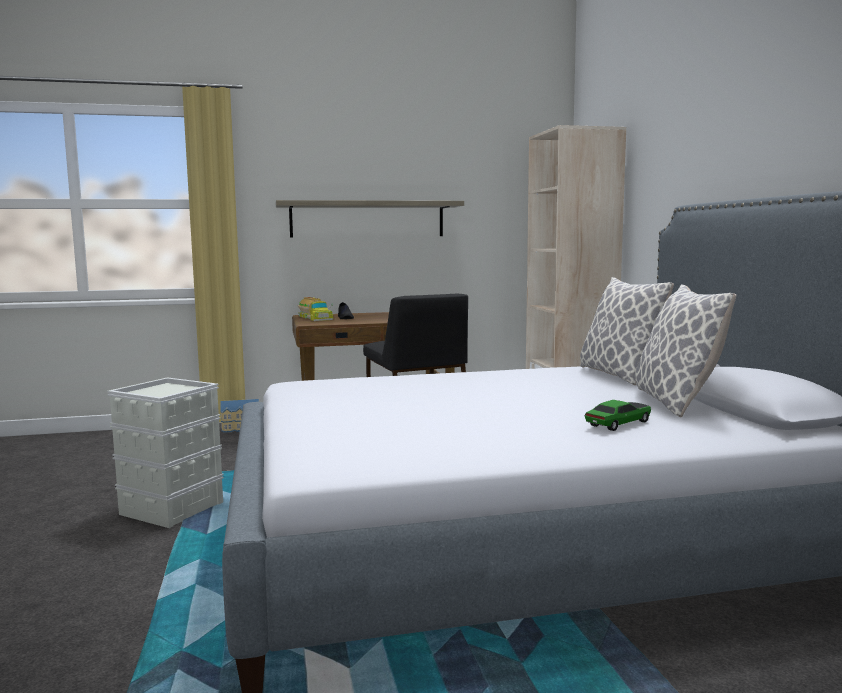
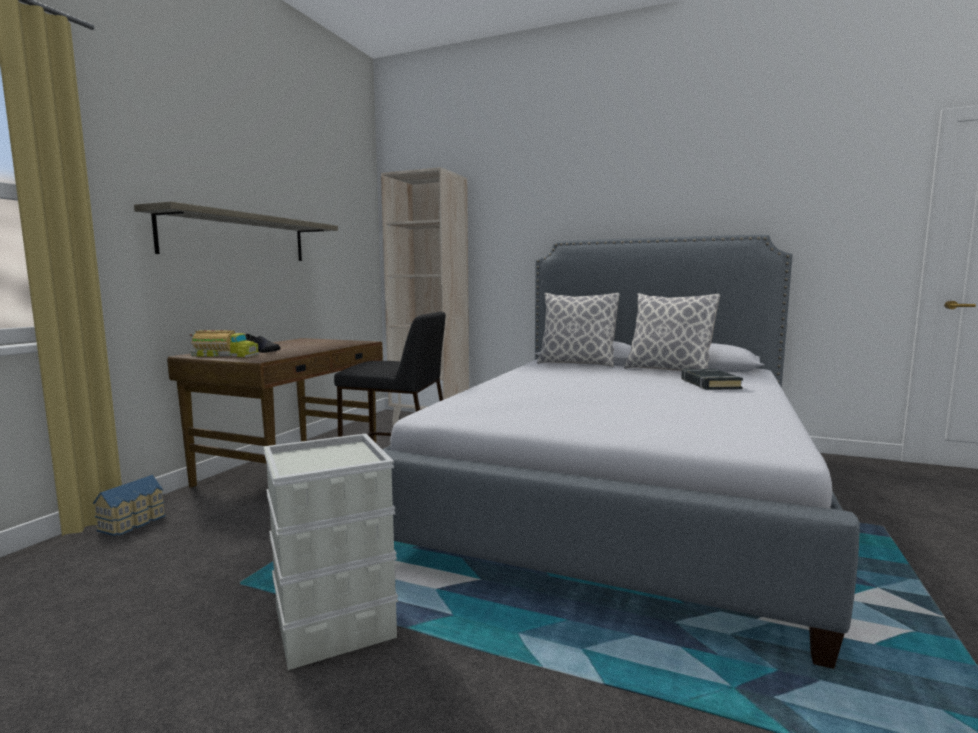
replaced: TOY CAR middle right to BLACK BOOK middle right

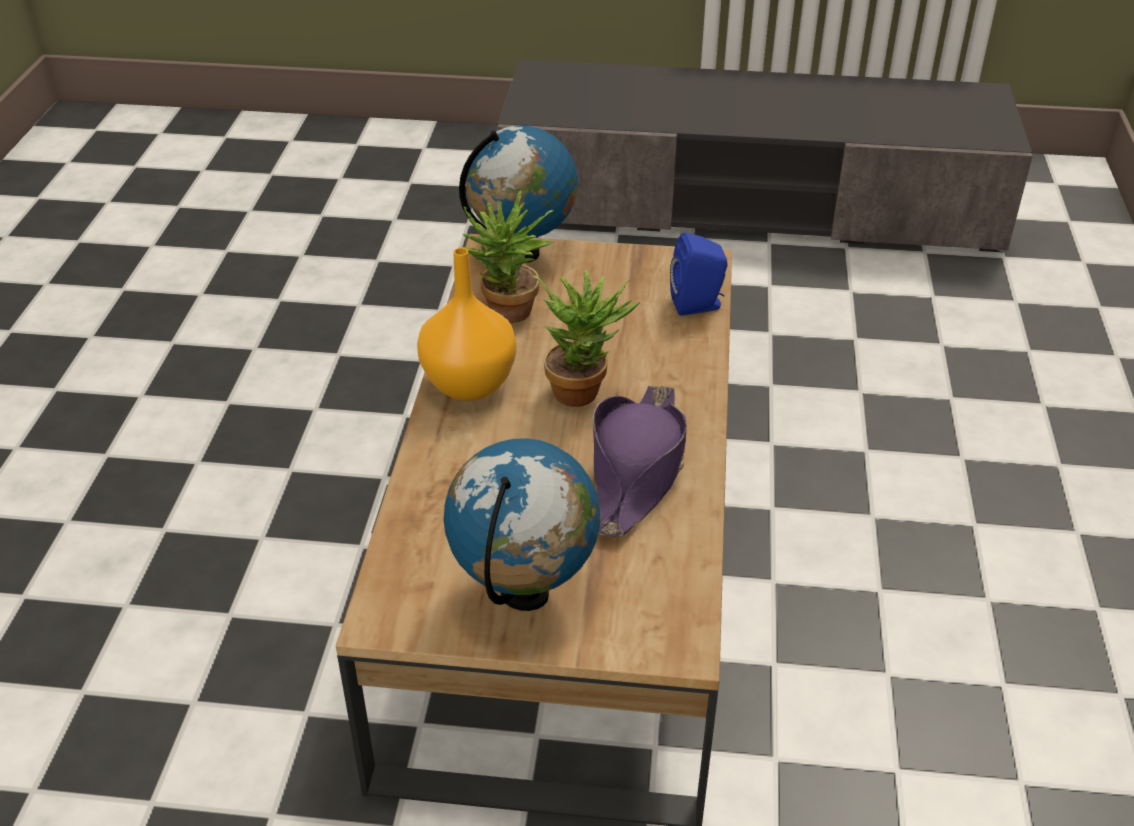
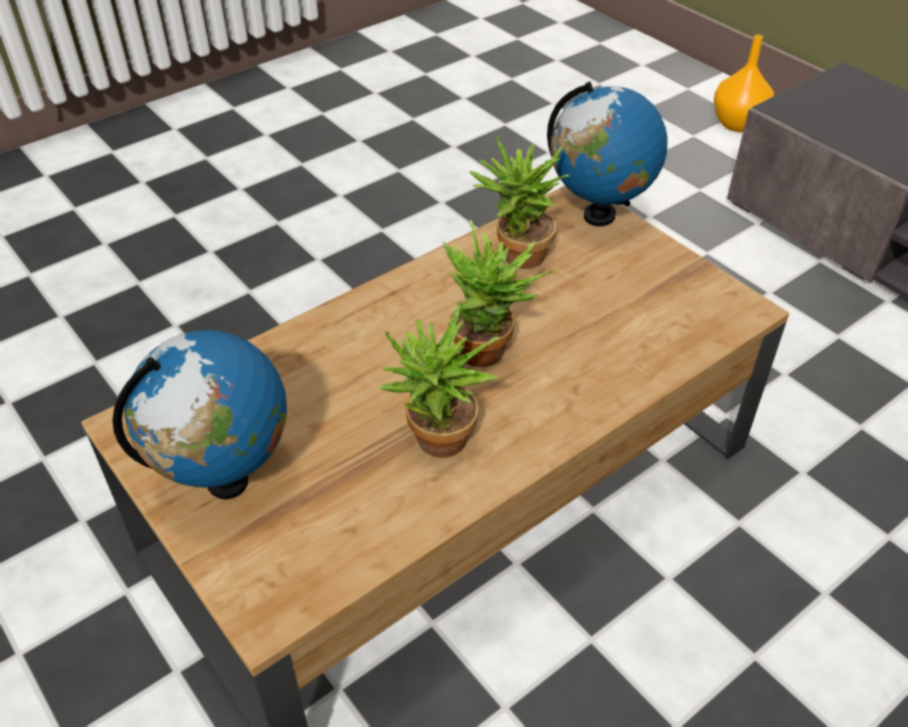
removed: BLUE SPEAKER top centre
moved: ORANGE VASE centre to top right
replaced: PURPLE HAT centre to POTTED PLANT (1st from left) centre

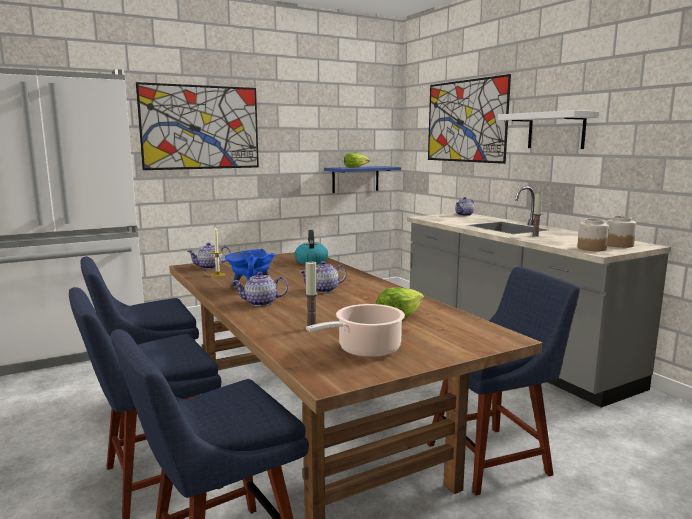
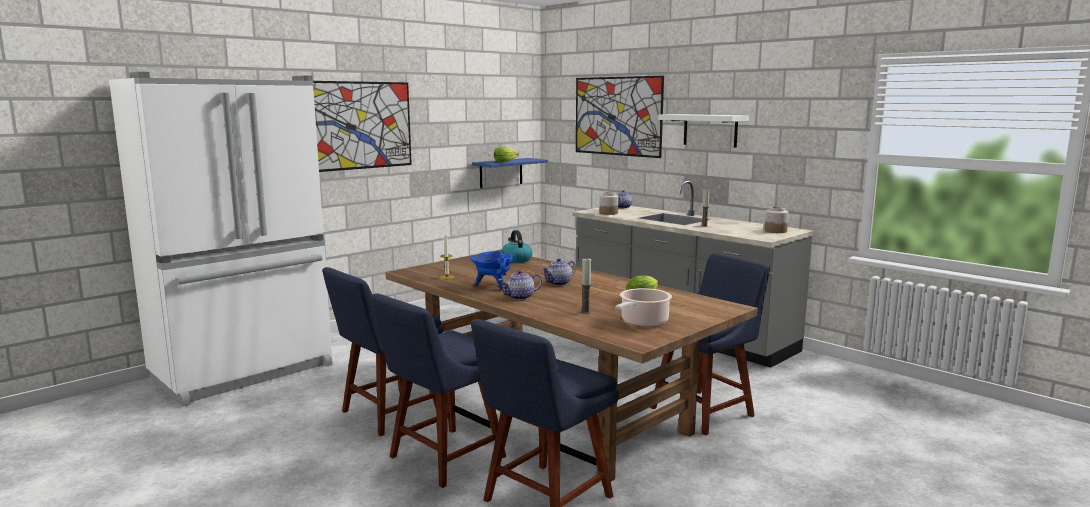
removed: TEAPOT (1st from left) middle left
moved: JAR (1st from left) middle right to centre

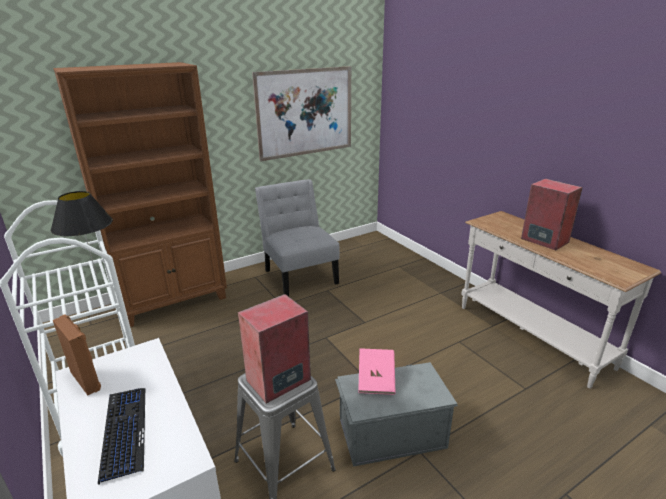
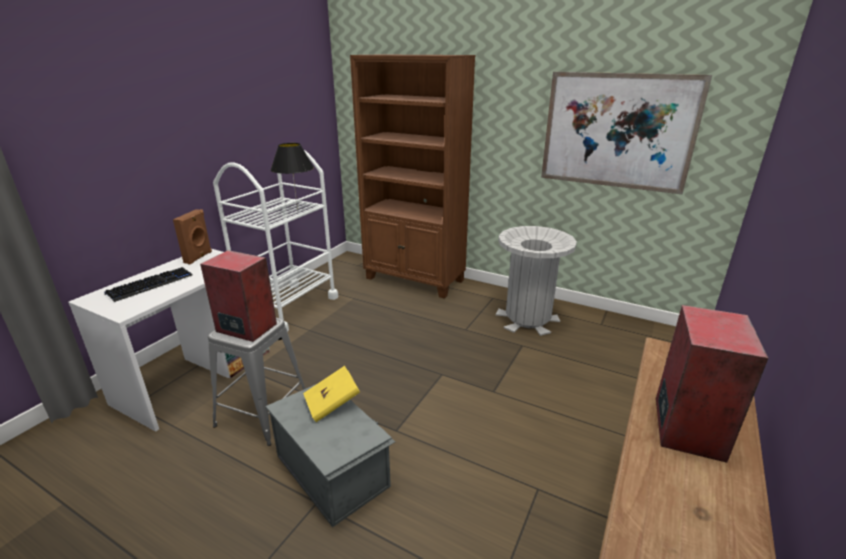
replaced: GREY CHAIR centre to GREY TRASH CAN centre
recoloured: PINK BOOK bottom centre to YELLOW BOOK bottom centre

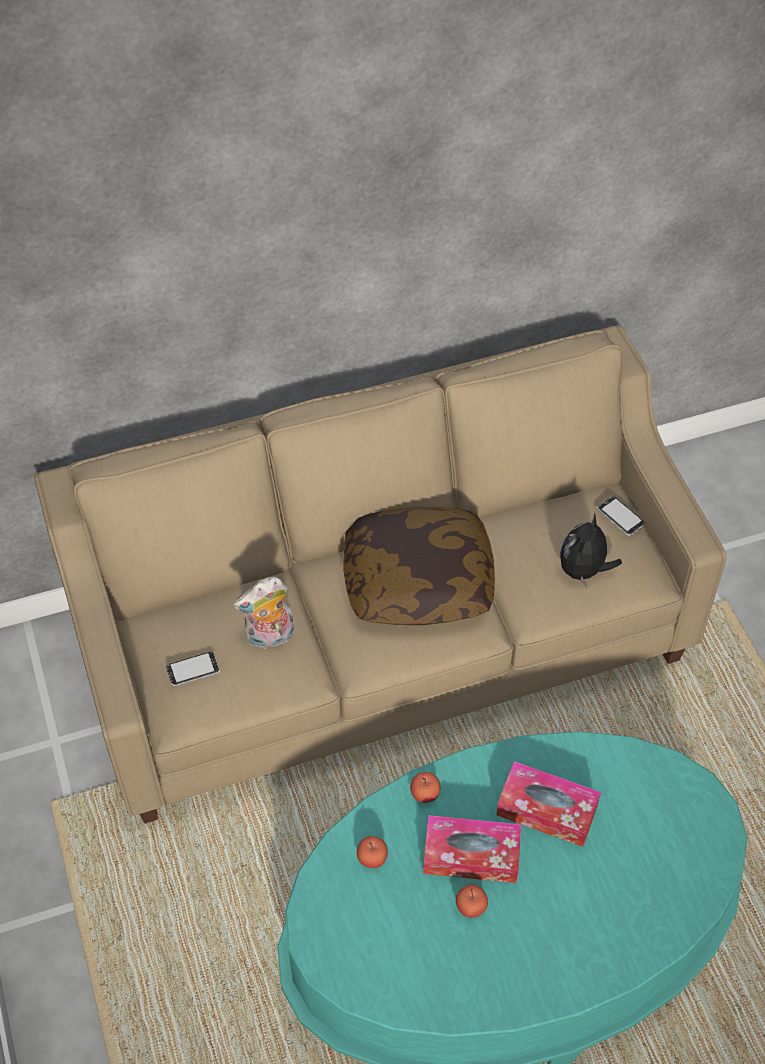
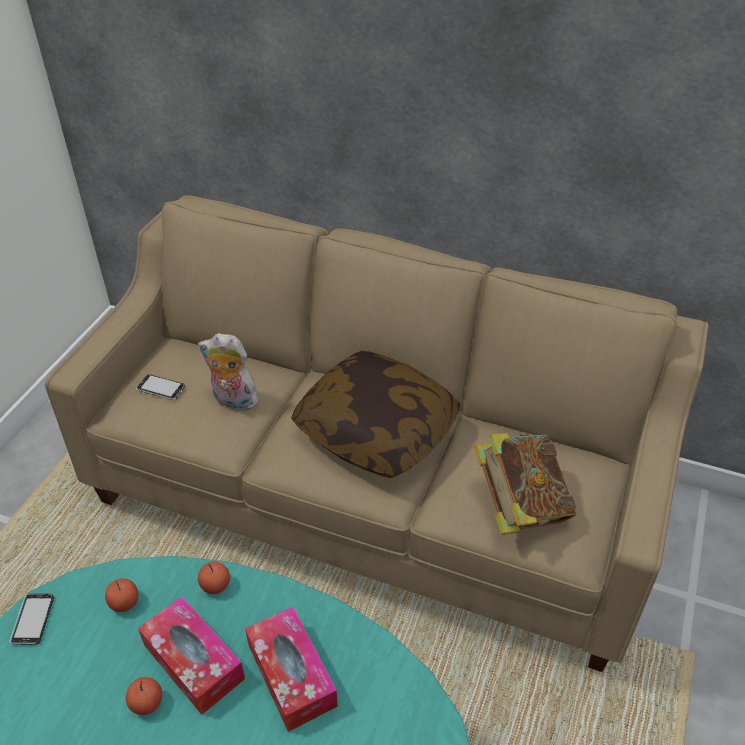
moved: PHONE (2nd from left in the first image) middle right to PHONE (1st from left) bottom left
replaced: PLUSH TOY (2nd from left) middle right to BOOK middle right

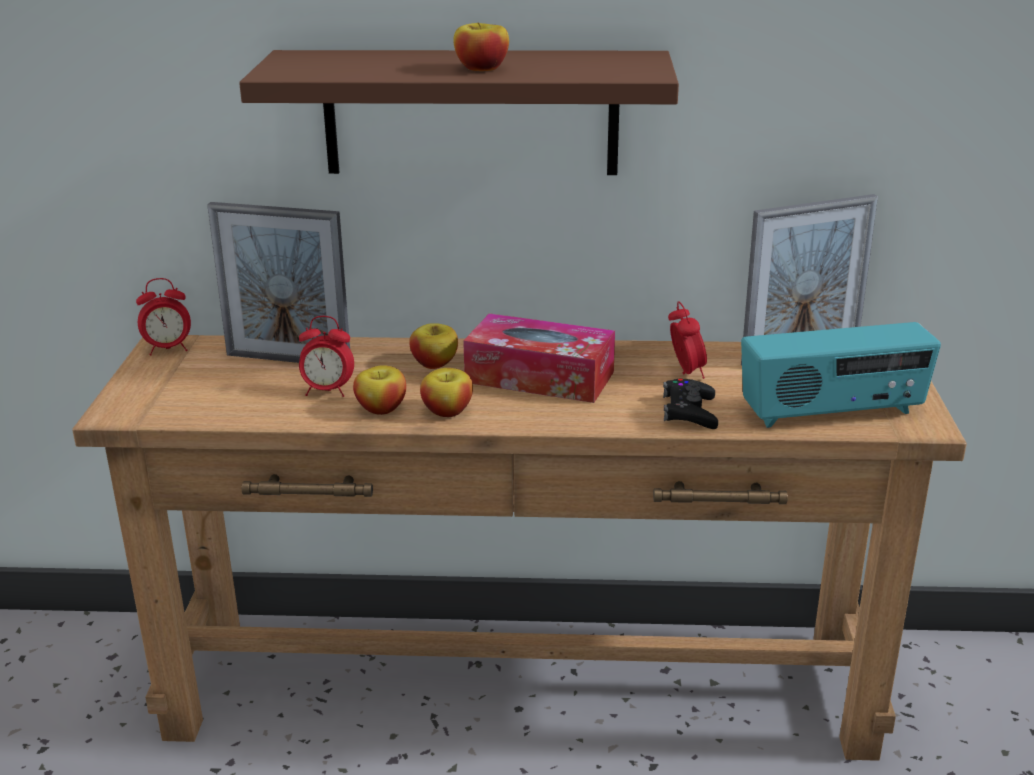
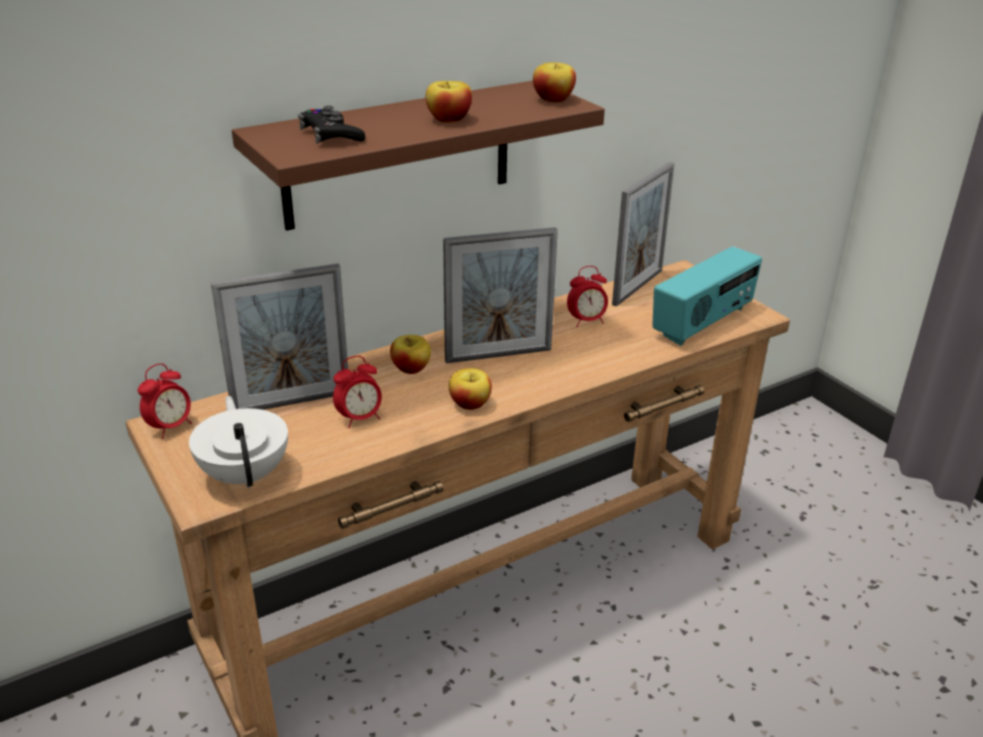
added: WHITE TEAPOT middle left
moved: APPLE (1st from left in the first image) centre to APPLE (4th from left) top centre; BLACK GAME CONTROLLER middle right to top centre
replaced: TISSUE BOX centre to PICTURE FRAME (2nd from left) centre
turned: ALARM CLOCK (3rd from left) centre = centre 120 degrees clockwise

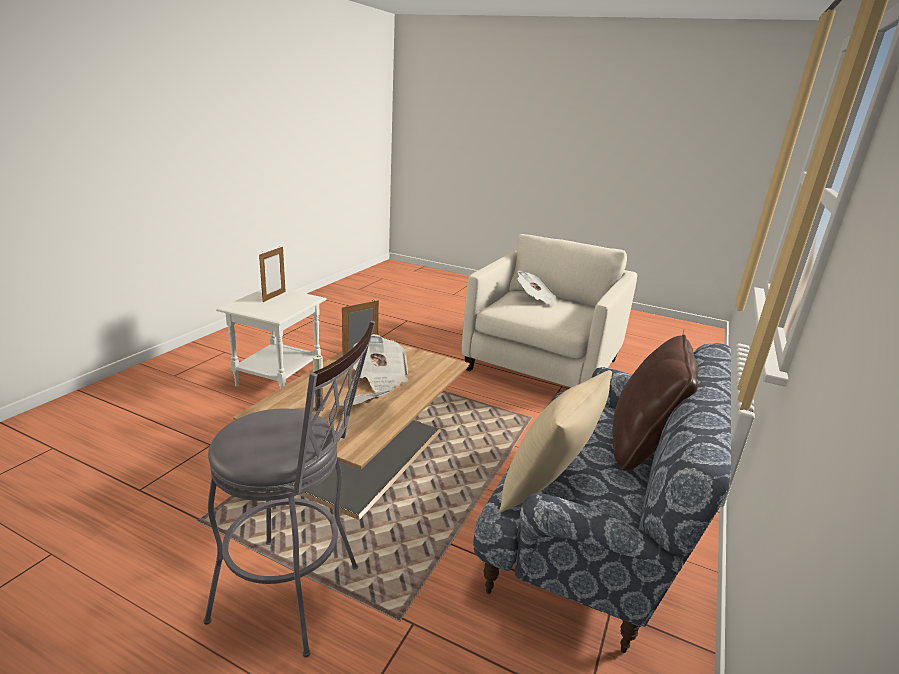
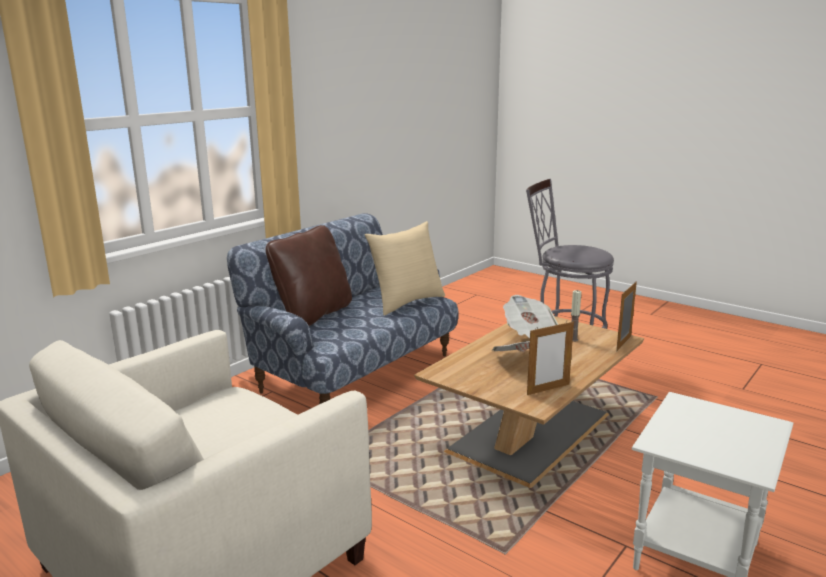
removed: NEWSPAPER (3rd from left) centre
moved: PICTURE FRAME (1st from left in the first image) middle left to PICTURE FRAME (2nd from left) middle right

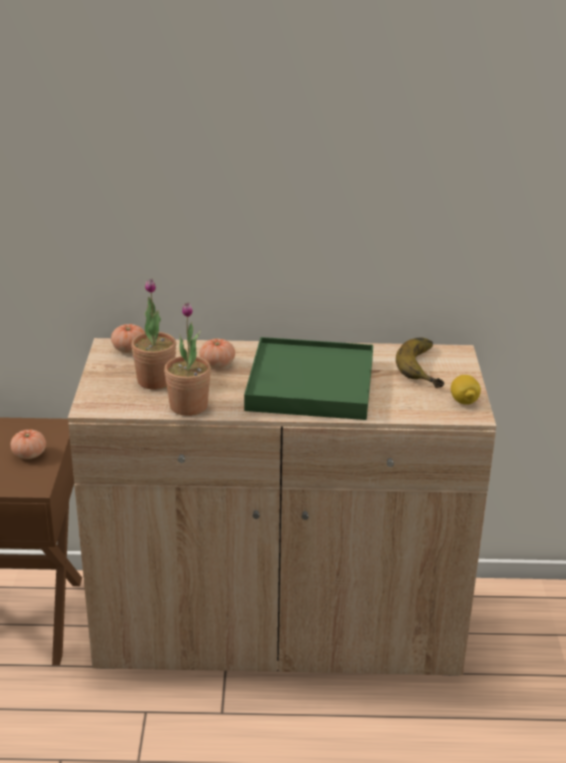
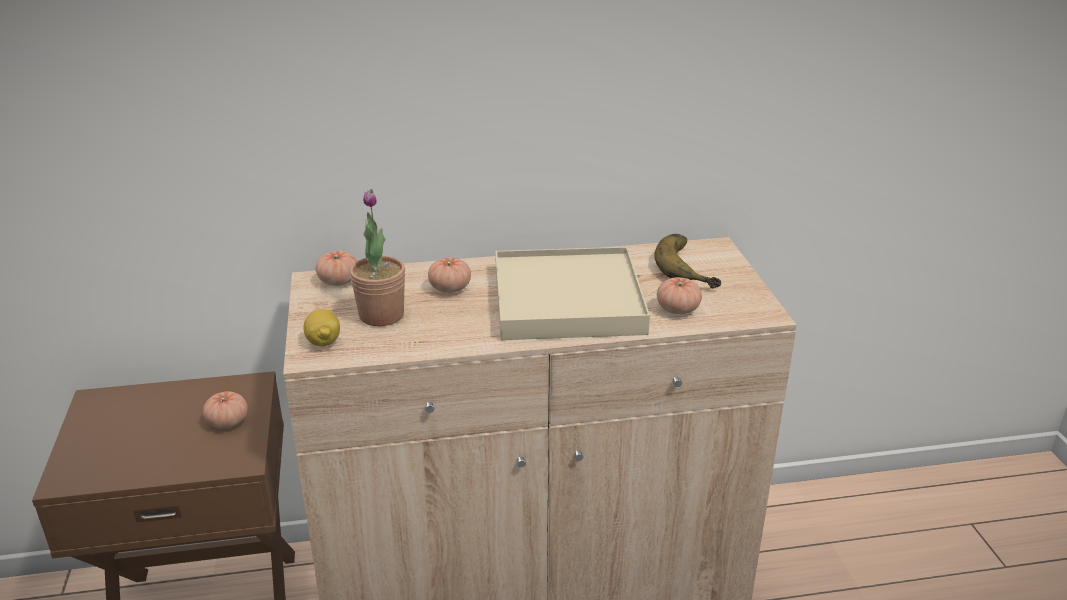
removed: POTTED PLANT (2nd from left) middle left
added: TOMATO (4th from left) centre
moved: LEMON middle right to middle left
recoloured: GREEN TRAY centre to BEIGE TRAY centre

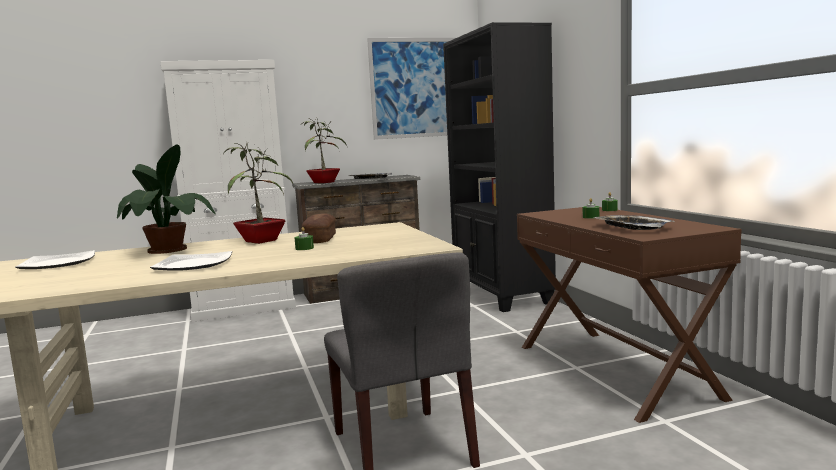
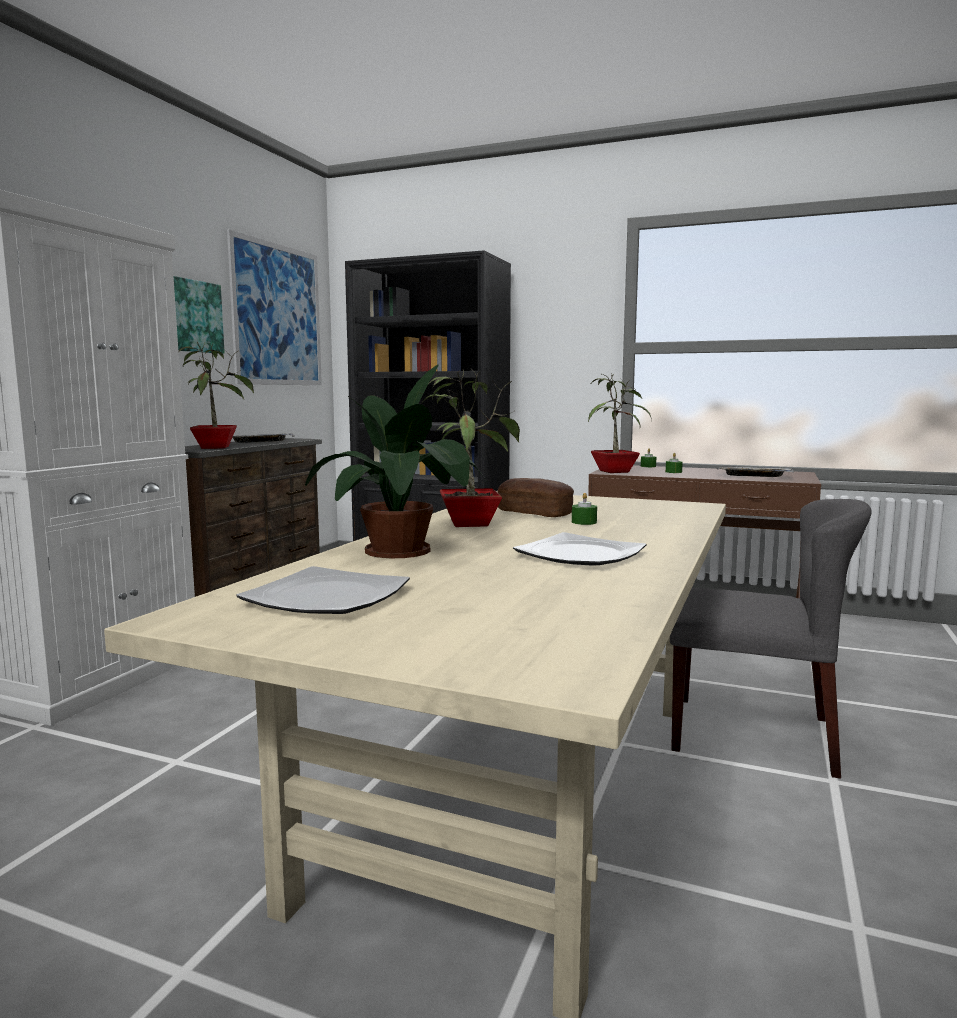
added: PICTURE (1st from left) top left; POTTED PLANT (4th from left) centre

